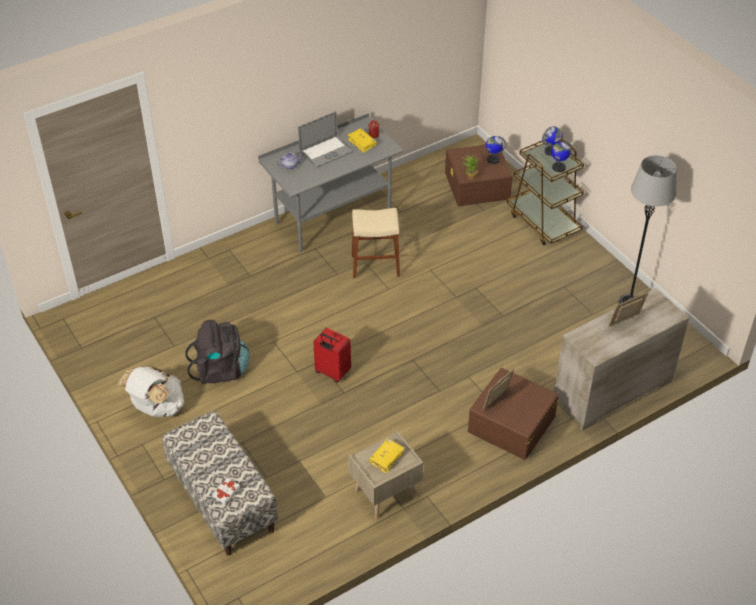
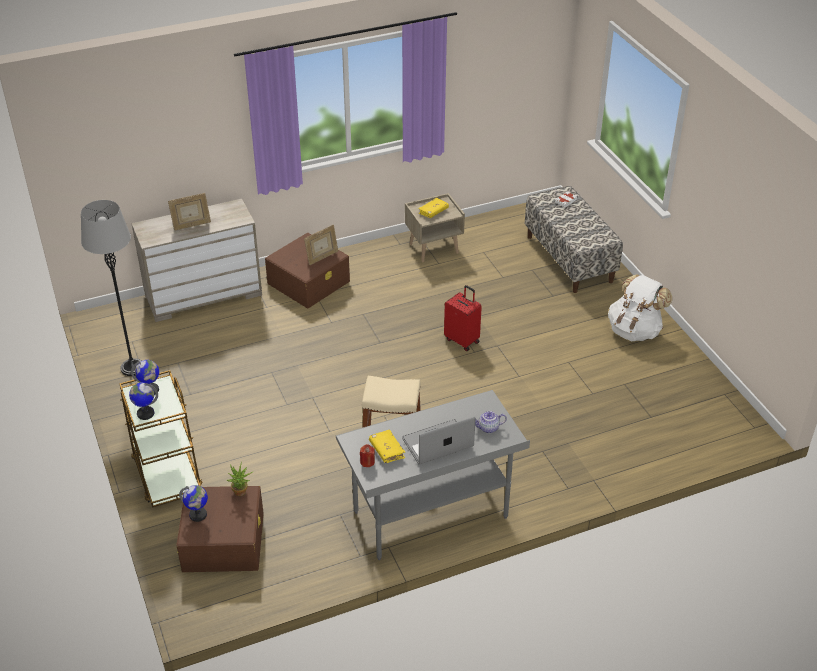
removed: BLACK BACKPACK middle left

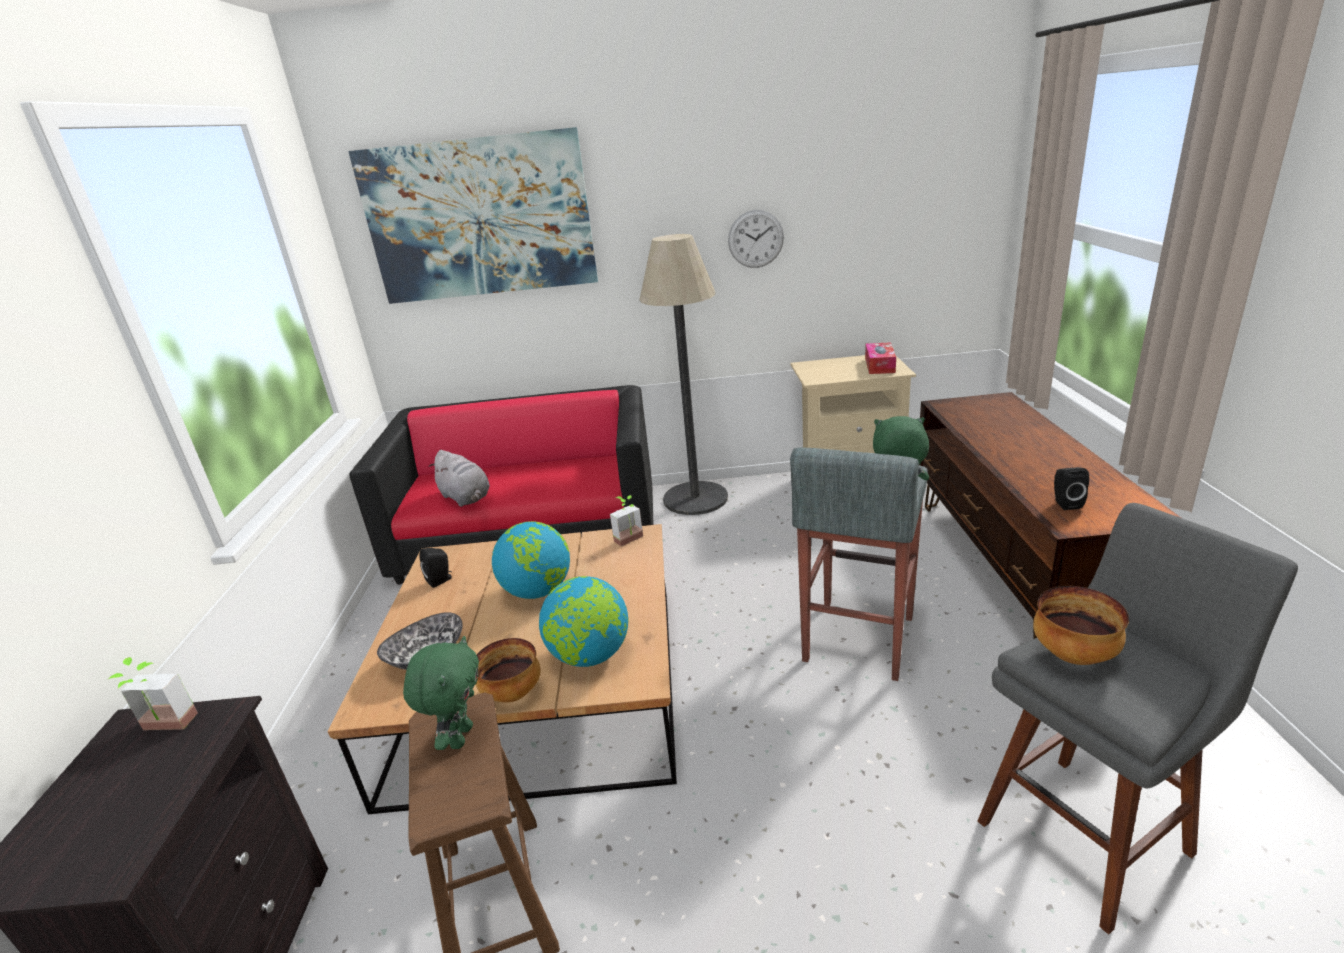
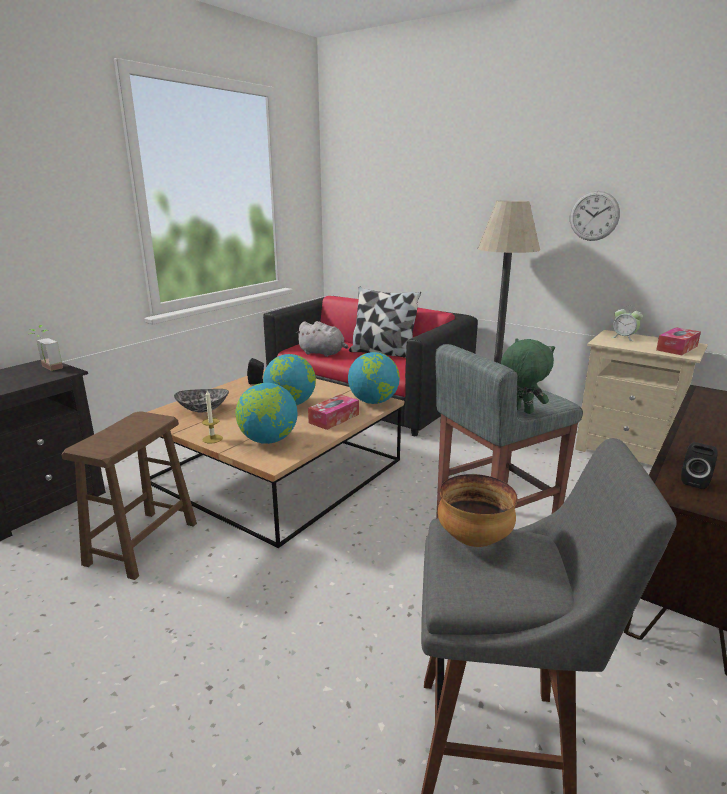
removed: PICTURE top centre; GREEN PLUSH TOY (1st from left) bottom left
added: TISSUE BOX (1st from left) centre; PILLOW centre; ALARM CLOCK middle right
replaced: BOWL (2nd from left) bottom centre to CANDLE middle left; POTTED PLANT (2nd from left) centre to GLOBE (3rd from left) centre
turned: GREY PLUSH TOY centre = centre 60 degrees counterclockwise

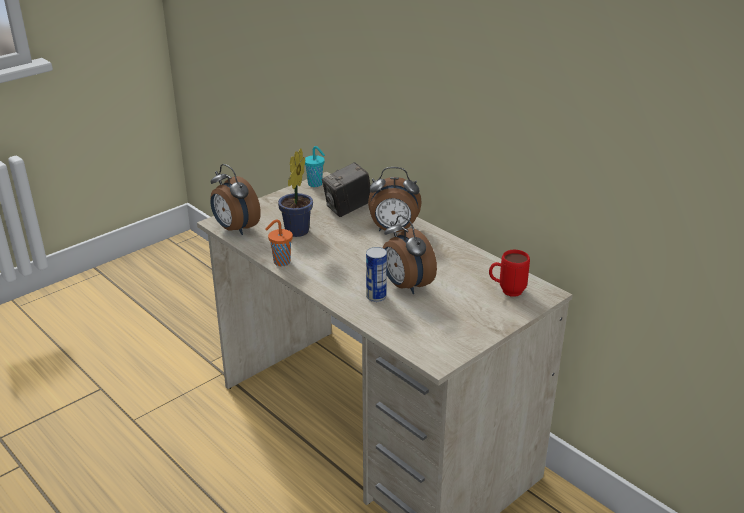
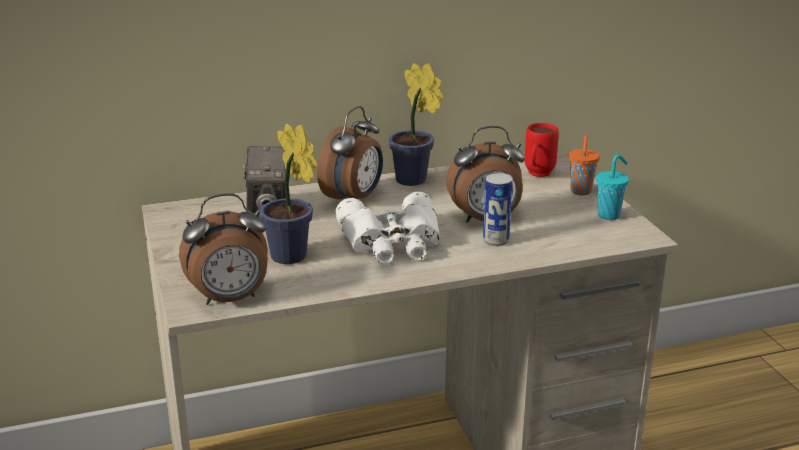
added: WHITE BINOCULARS centre; POTTED PLANT (2nd from left) top centre
moved: ORANGE CUP centre to middle right; TURQUOISE CUP top centre to middle right

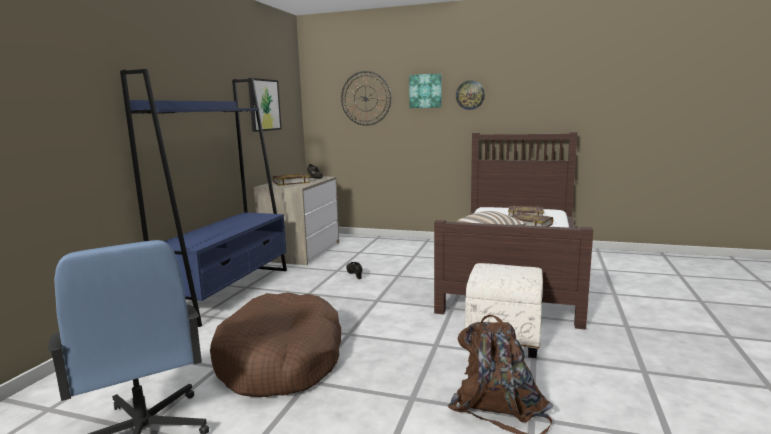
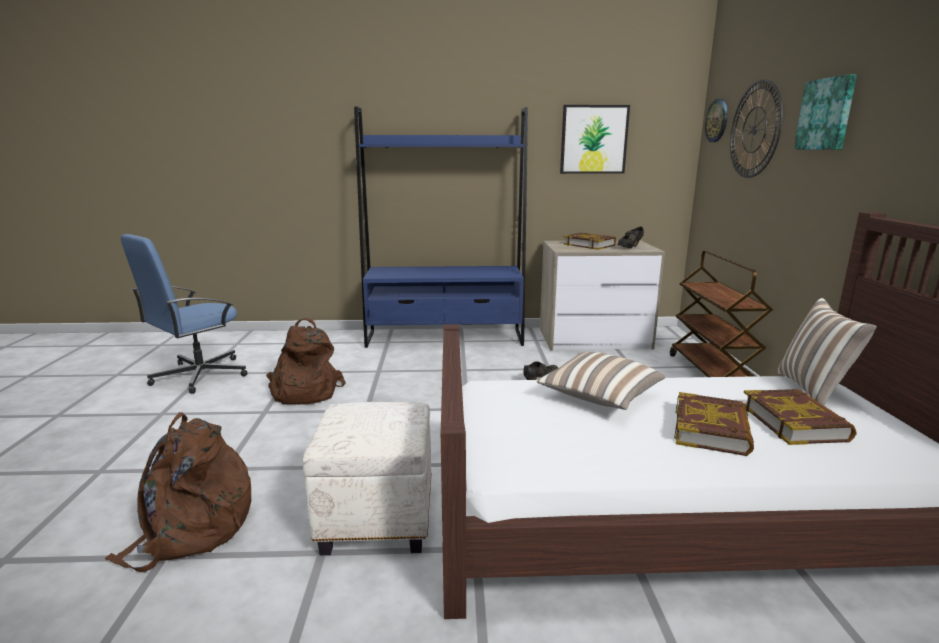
added: BROWN CART middle right; PILLOW (2nd from left) middle right
moved: WALL CLOCK (2nd from left in the first image) top centre to WALL CLOCK (1st from left) top right
replaced: BROWN DOG BED bottom centre to BROWN BACKPACK (2nd from left) middle left

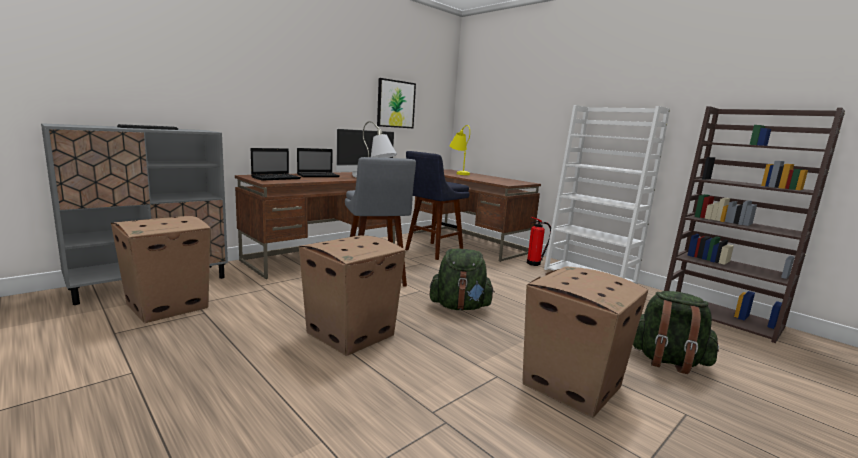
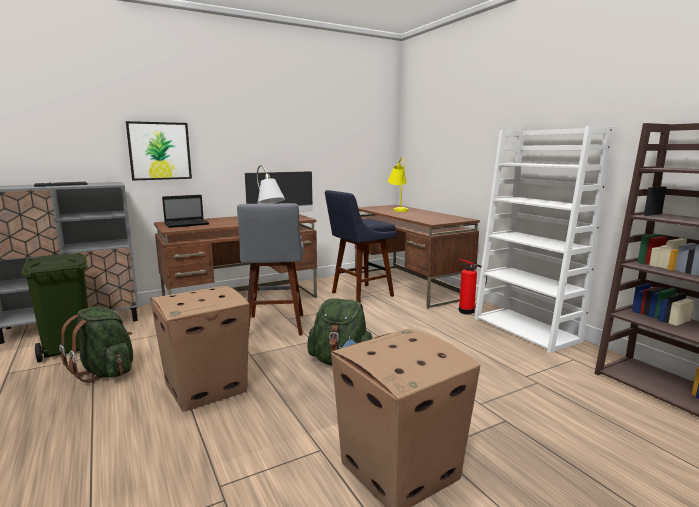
removed: LAPTOP (2nd from left) centre
moved: PICTURE top centre to top left; GREEN BACKPACK (2nd from left in the first image) bottom right to GREEN BACKPACK (1st from left) bottom left
replaced: CARDBOARD BOX (1st from left) middle left to GREEN TRASH CAN middle left

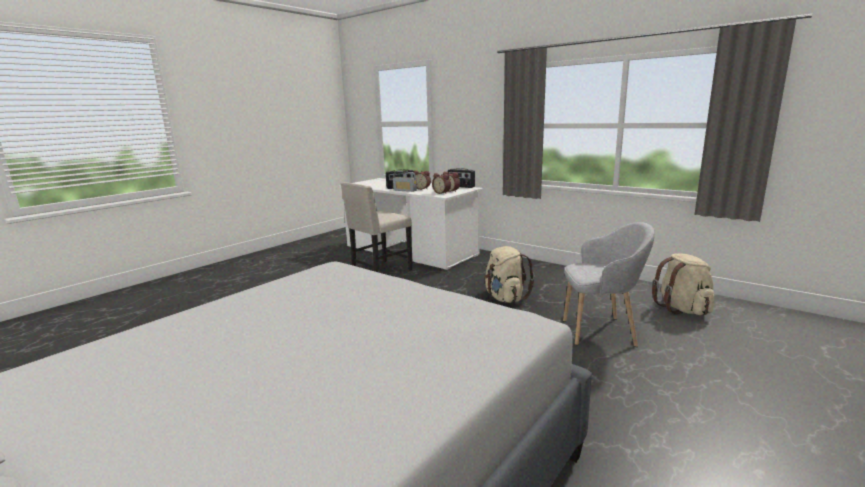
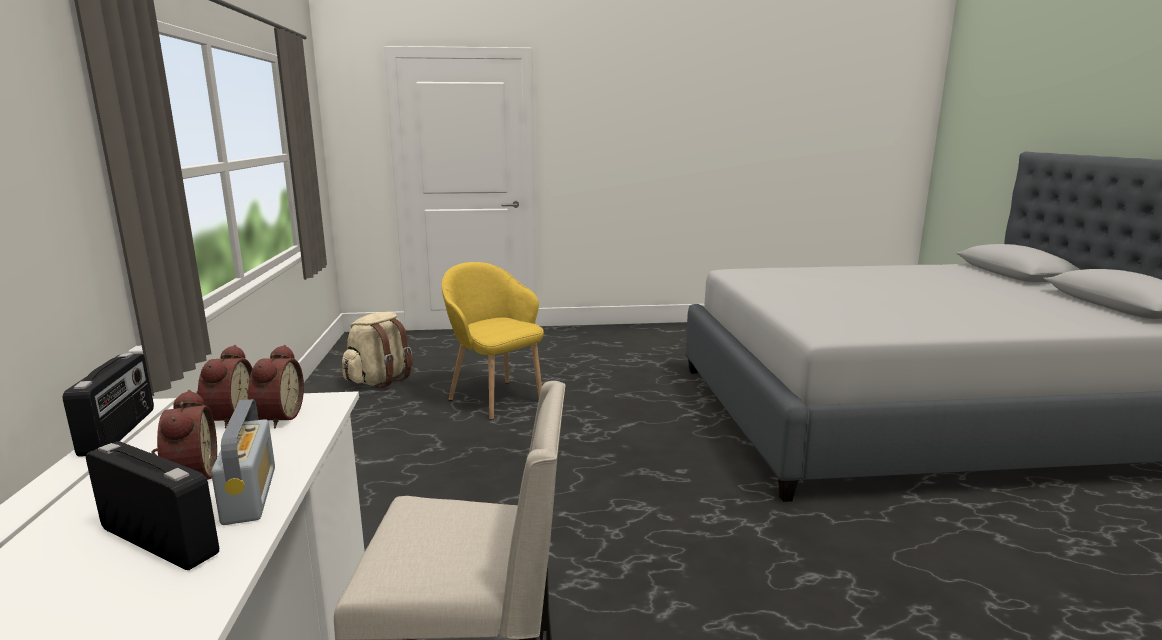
removed: BEIGE BACKPACK (1st from left) centre
recoloured: GREY ARMCHAIR middle right to YELLOW ARMCHAIR centre

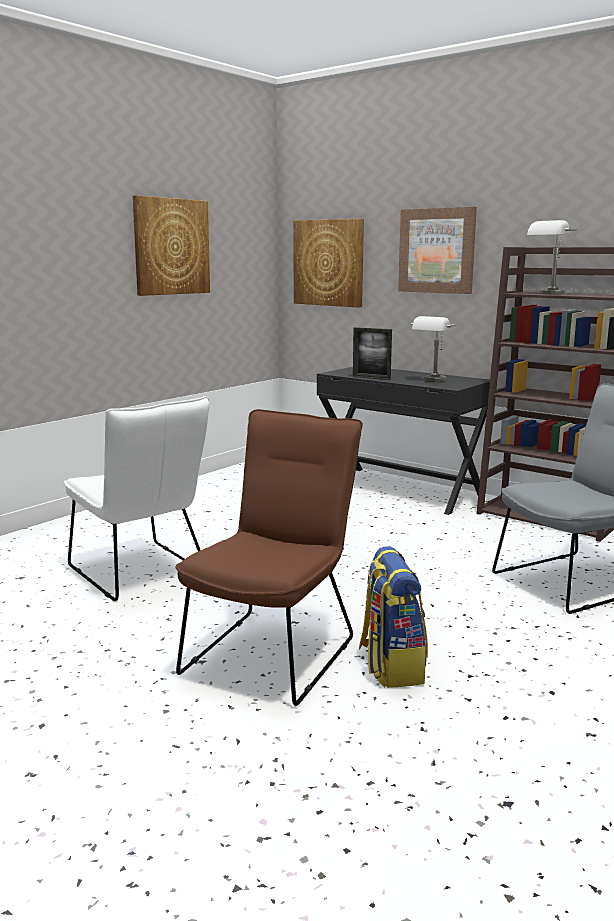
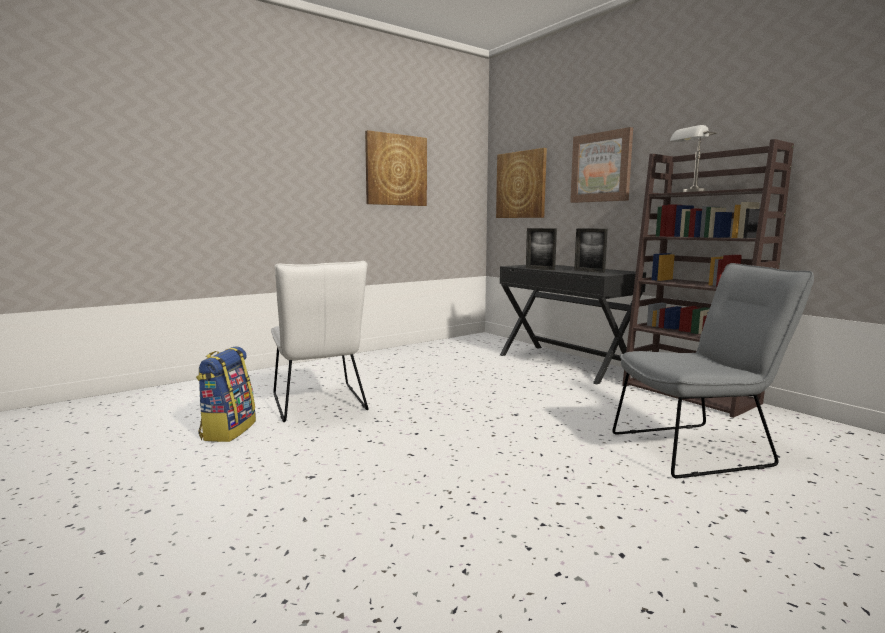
removed: BROWN CHAIR centre
moved: BACKPACK bottom centre to middle left
replaced: GREY TABLE LAMP (1st from left) middle right to PICTURE FRAME (2nd from left) middle right

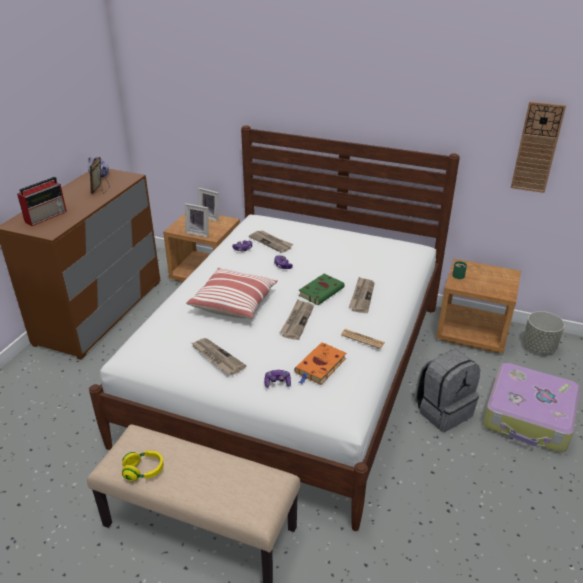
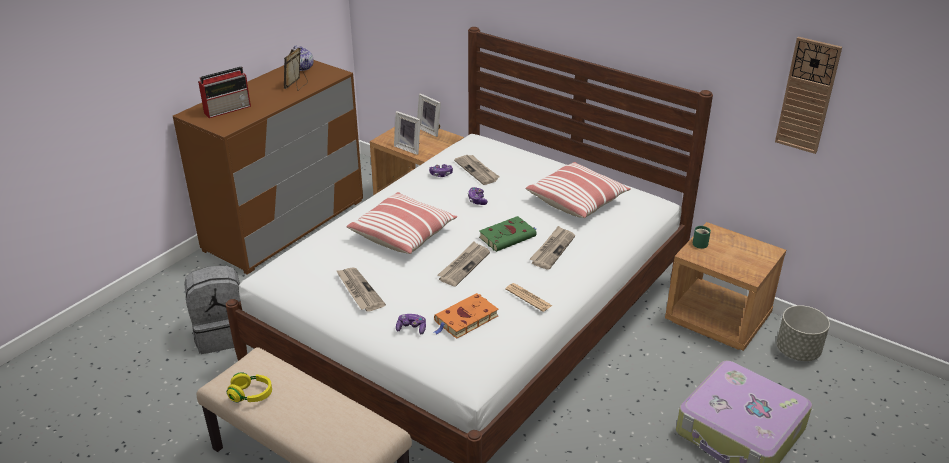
added: PILLOW (2nd from left) centre
moved: GREY BACKPACK bottom right to bottom left

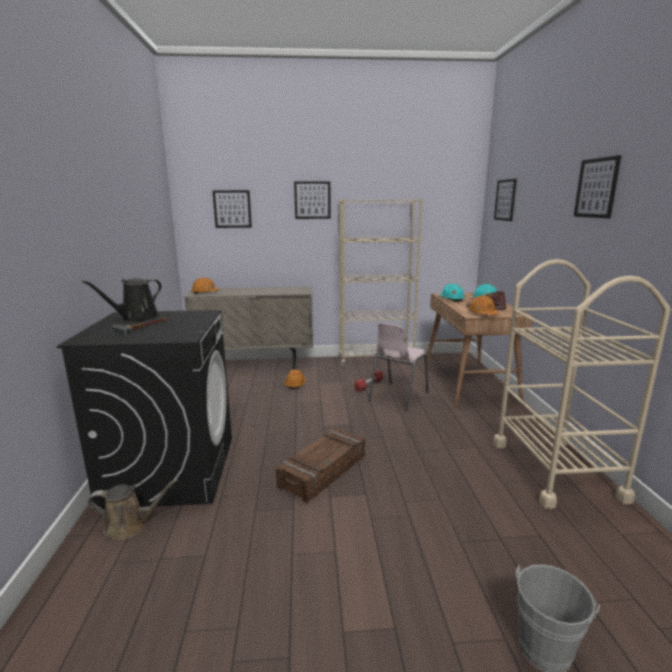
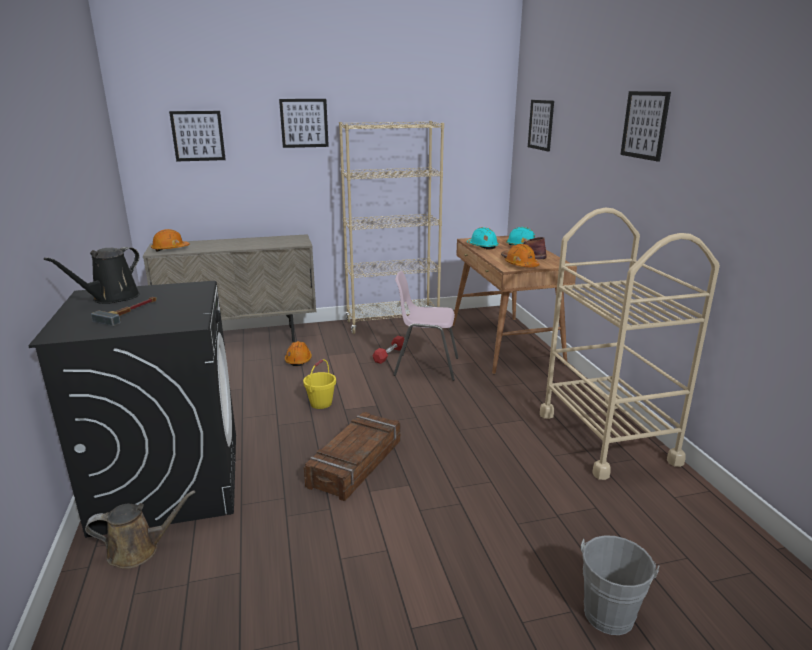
added: YELLOW BUCKET centre
turned: PINK CHAIR centre = centre 75 degrees clockwise

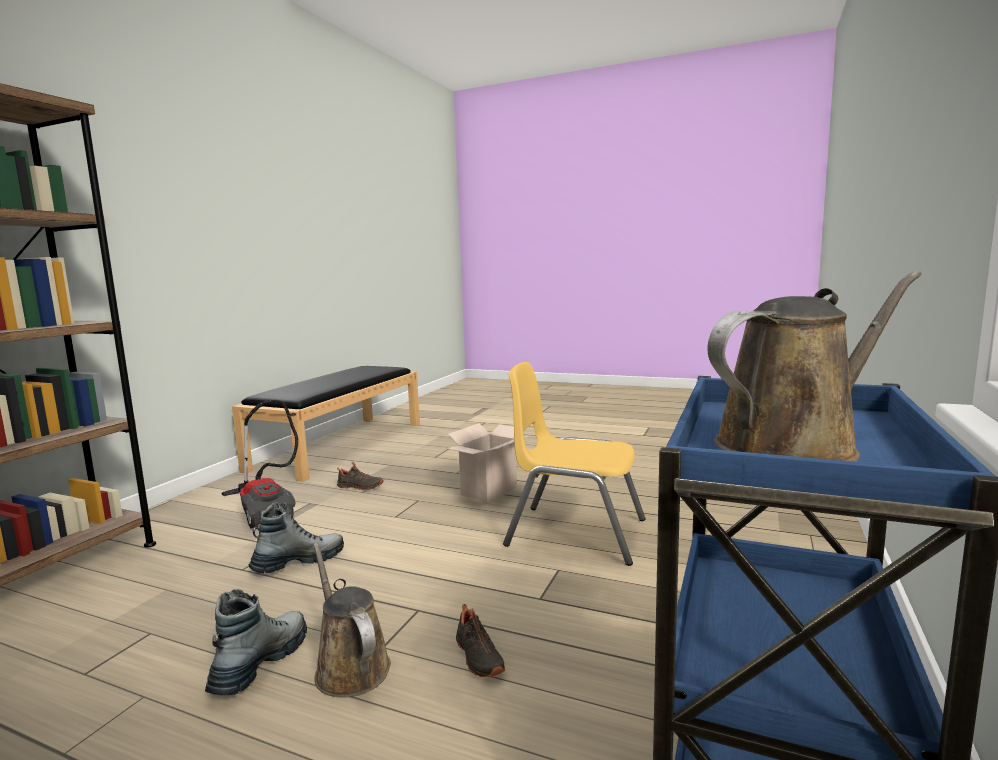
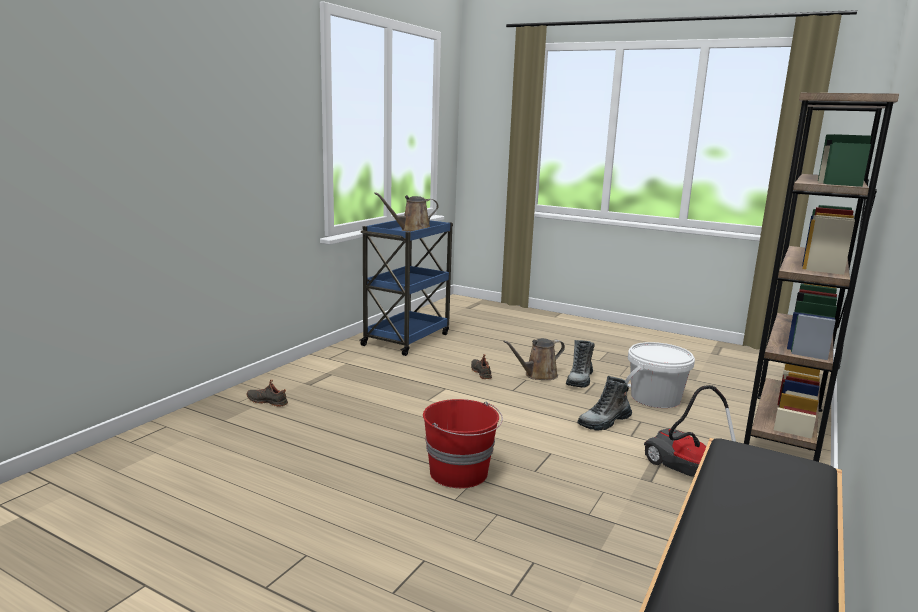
removed: YELLOW CHAIR centre
added: WHITE BUCKET middle right
moved: BLACK SHOE (1st from left) centre to middle left
replaced: CARDBOARD BOX centre to RED BUCKET bottom centre
turned: BROWN WATERING CAN (1st from left in the first image) bottom centre = centre 90 degrees clockwise

